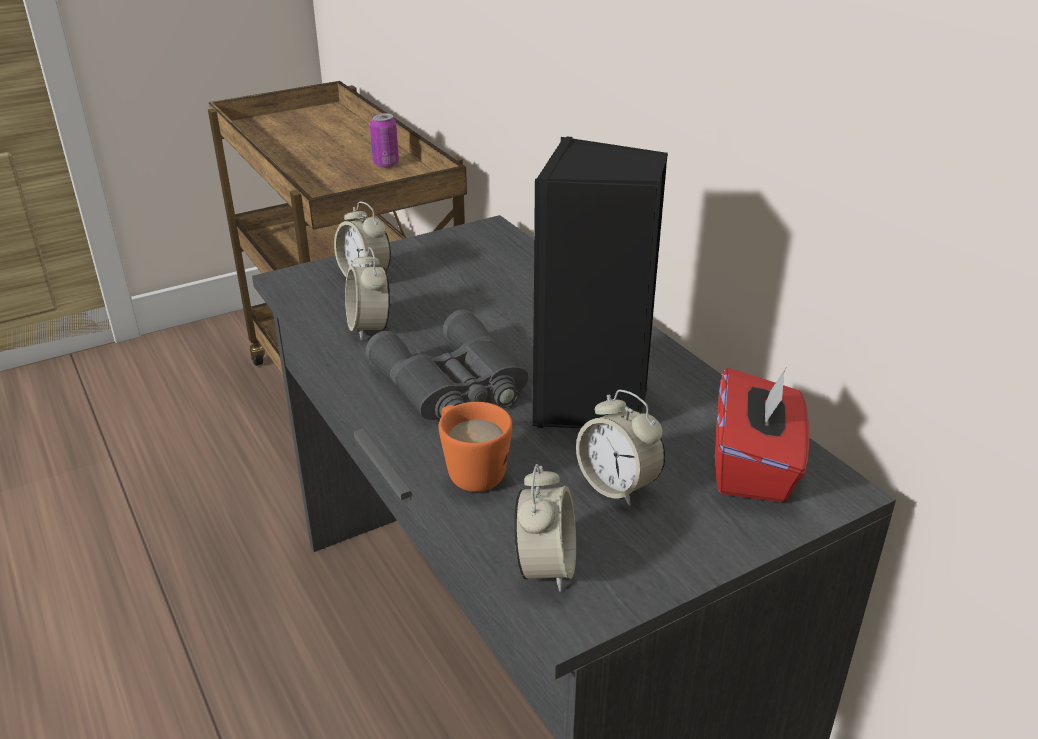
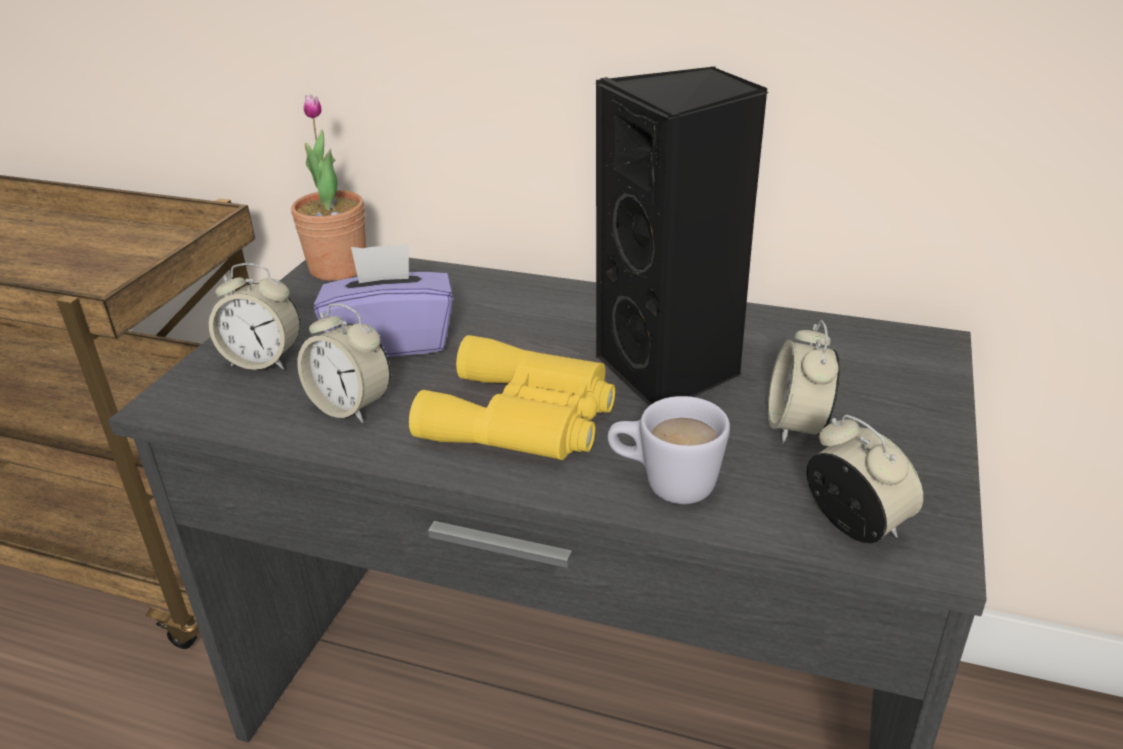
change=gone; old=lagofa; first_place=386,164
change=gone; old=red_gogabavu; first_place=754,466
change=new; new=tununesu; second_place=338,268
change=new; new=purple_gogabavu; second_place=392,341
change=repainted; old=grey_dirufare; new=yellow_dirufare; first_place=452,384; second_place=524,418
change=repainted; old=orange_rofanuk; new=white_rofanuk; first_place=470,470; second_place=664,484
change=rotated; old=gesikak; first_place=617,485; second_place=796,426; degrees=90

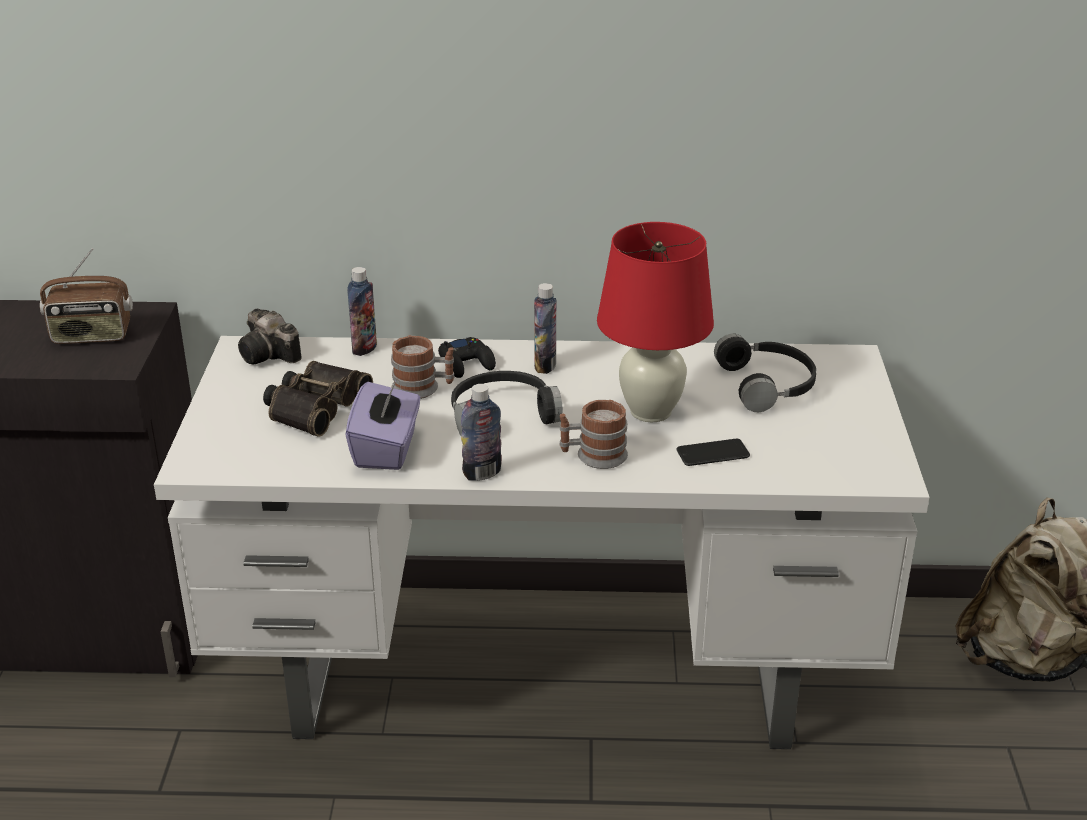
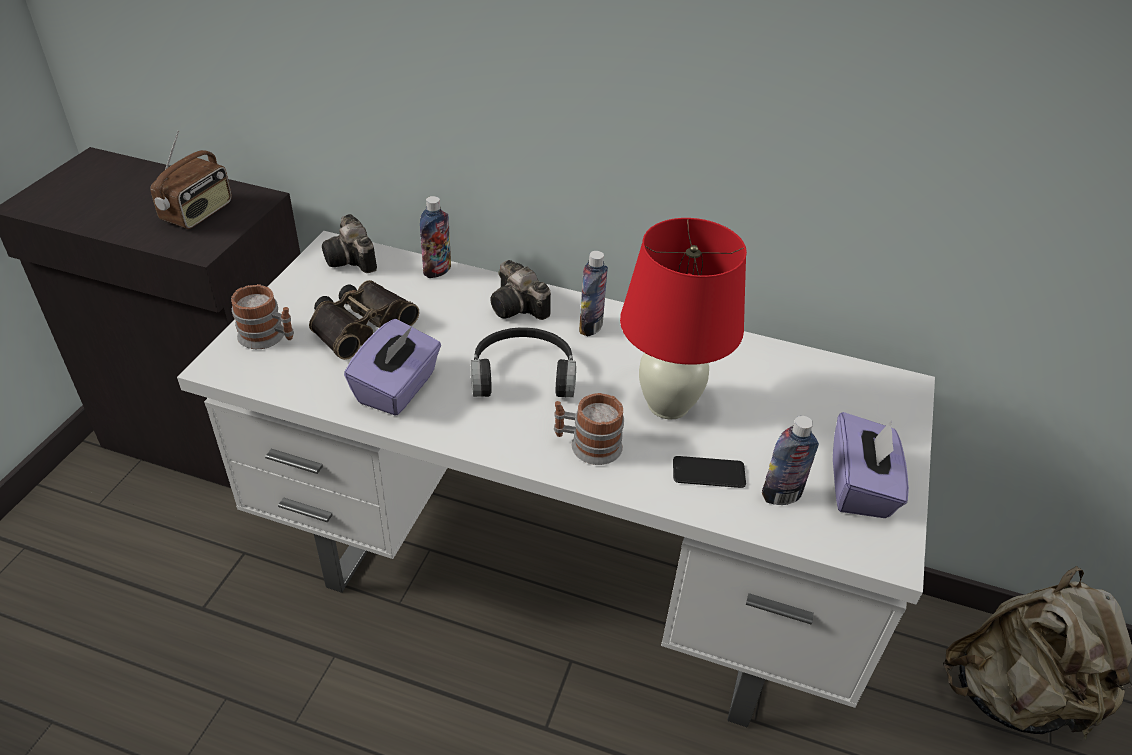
change=gone; old=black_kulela; first_place=768,385
change=new; new=purple_gogabavu; second_place=860,486
change=shifted; old=rofanuk; first_place=423,388; second_place=268,337
change=shifted; old=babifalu; first_place=482,473; second_place=781,495
change=swapped; old=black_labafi; new=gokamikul; first_place=467,363; second_place=519,308
change=rotated; old=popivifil; first_place=91,336; second_place=198,213; degrees=-75

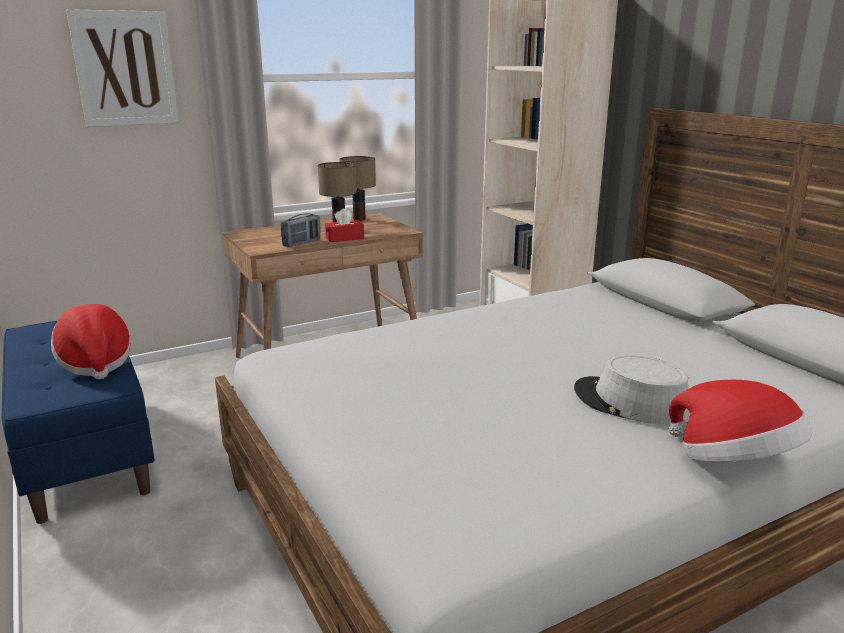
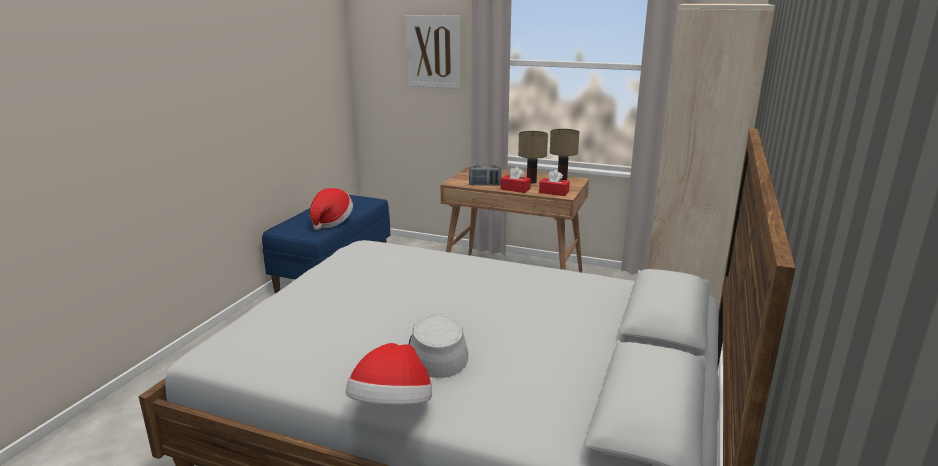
change=new; new=red_gogabavu; second_place=554,192

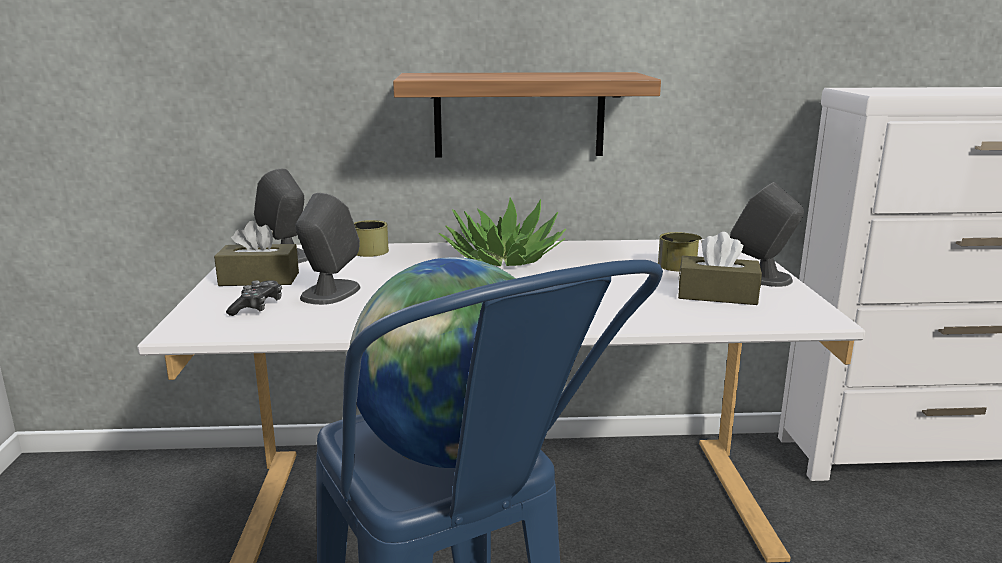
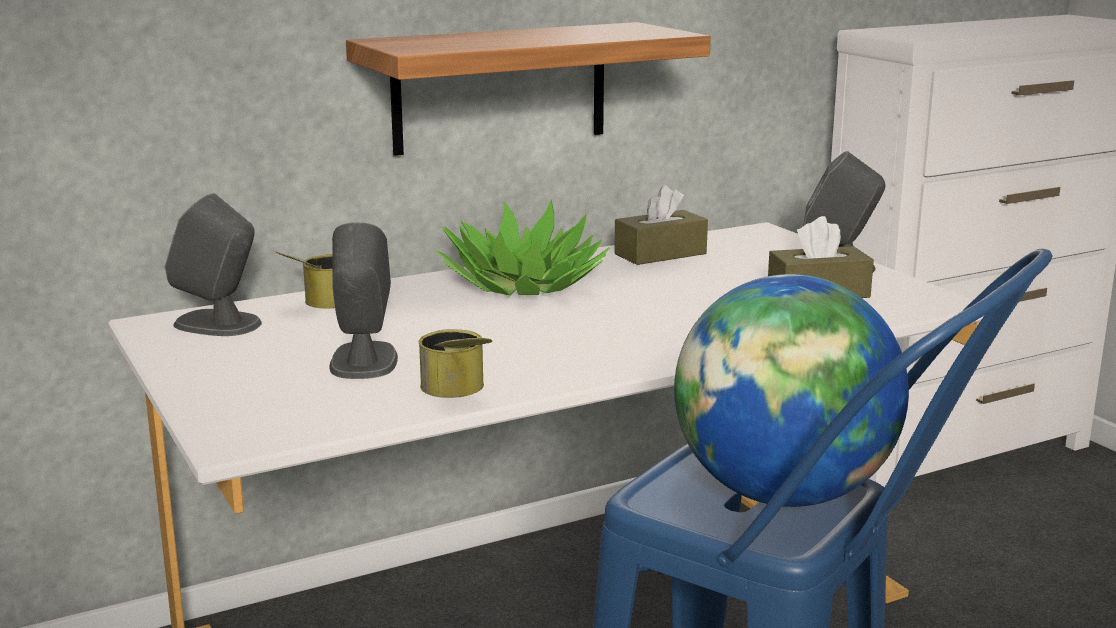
change=gone; old=labafi; first_place=257,307
change=shifted; old=brown_gogabavu; first_place=259,279; second_place=660,254
change=shifted; old=lagofa; first_place=677,269; second_place=456,393

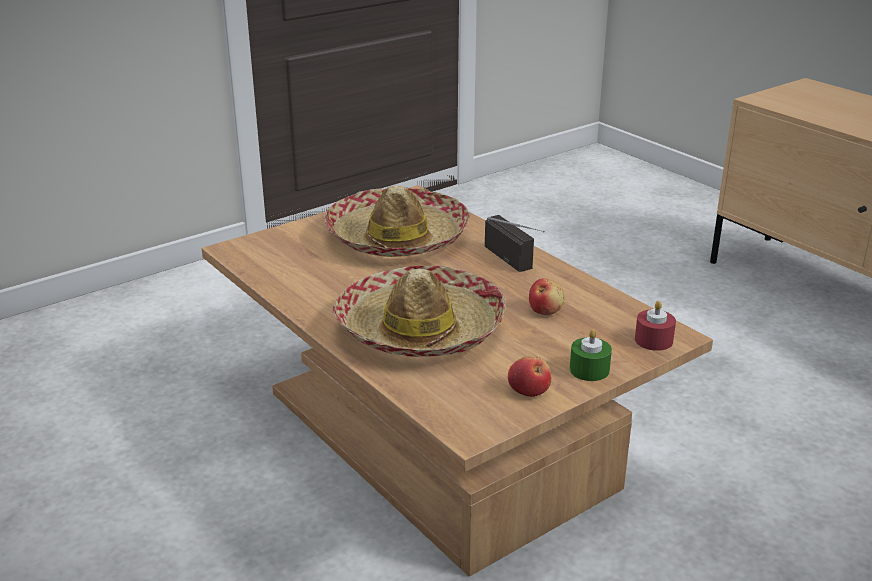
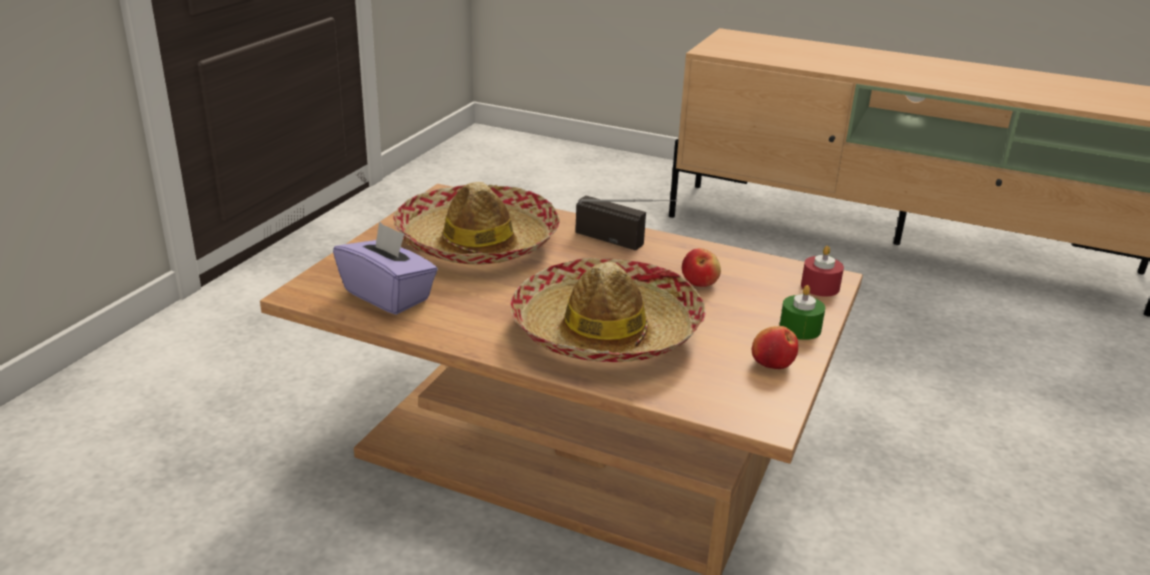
change=new; new=purple_gogabavu; second_place=388,295

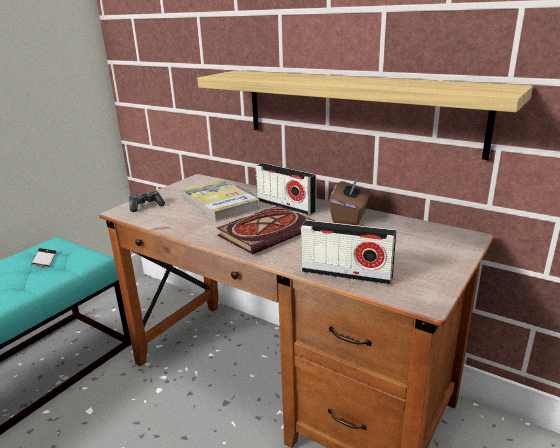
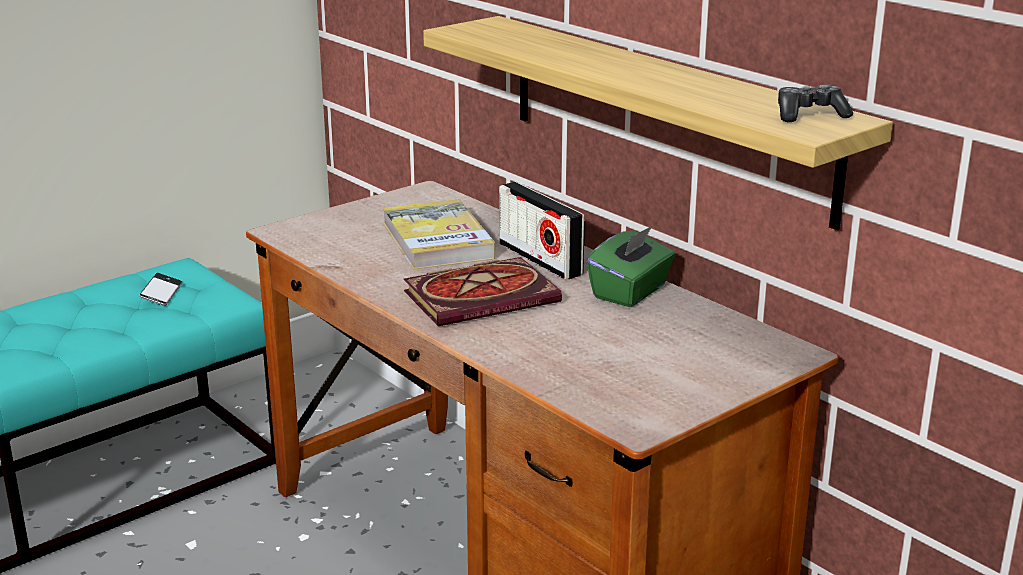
change=gone; old=popivifil; first_place=346,274
change=shifted; old=labafi; first_place=146,206; second_place=809,115
change=repainted; old=brown_gogabavu; new=green_gogabavu; first_place=350,216; second_place=631,292

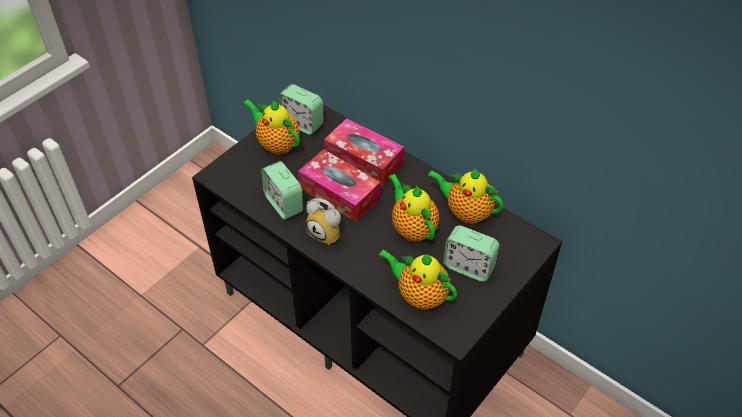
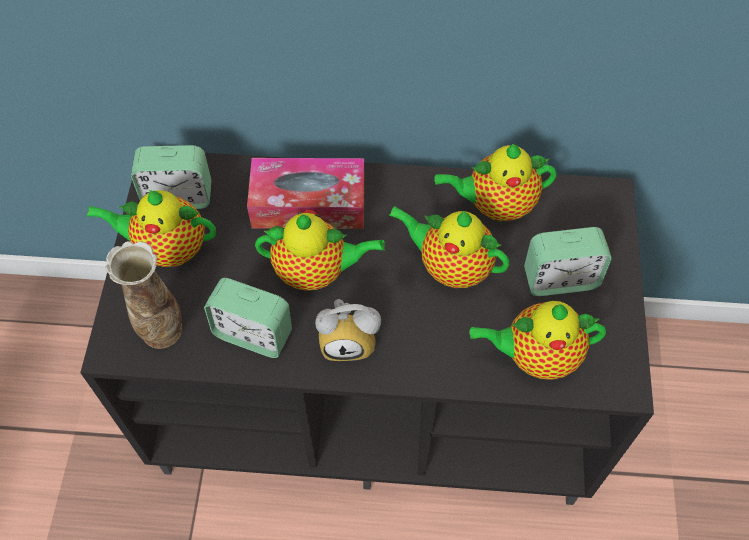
change=new; new=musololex; second_place=162,331
change=swapped; old=gogabavu; new=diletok; first_place=339,193; second_place=316,272

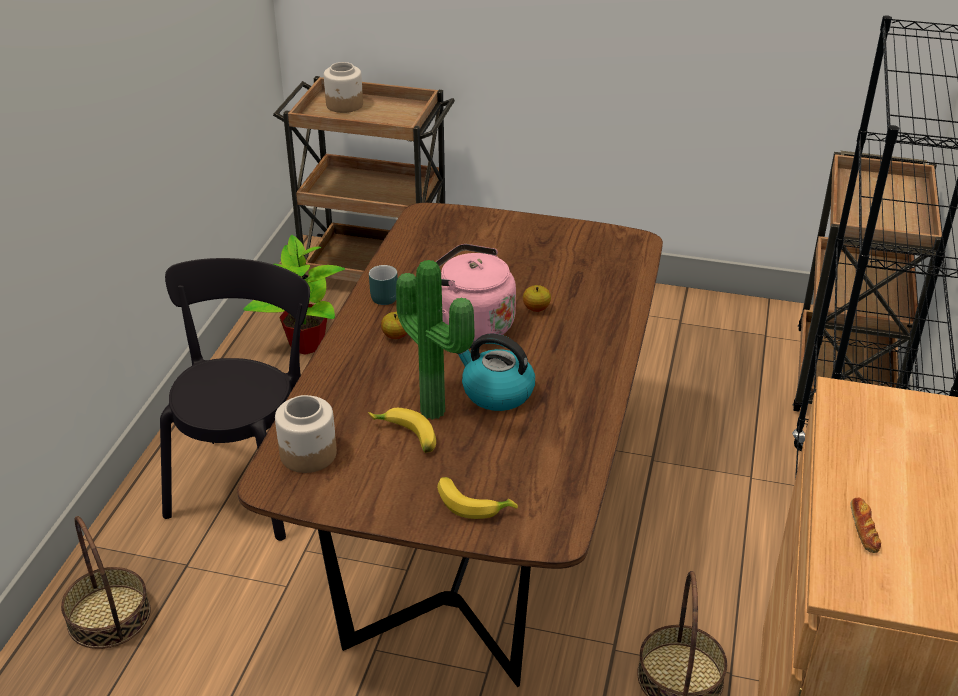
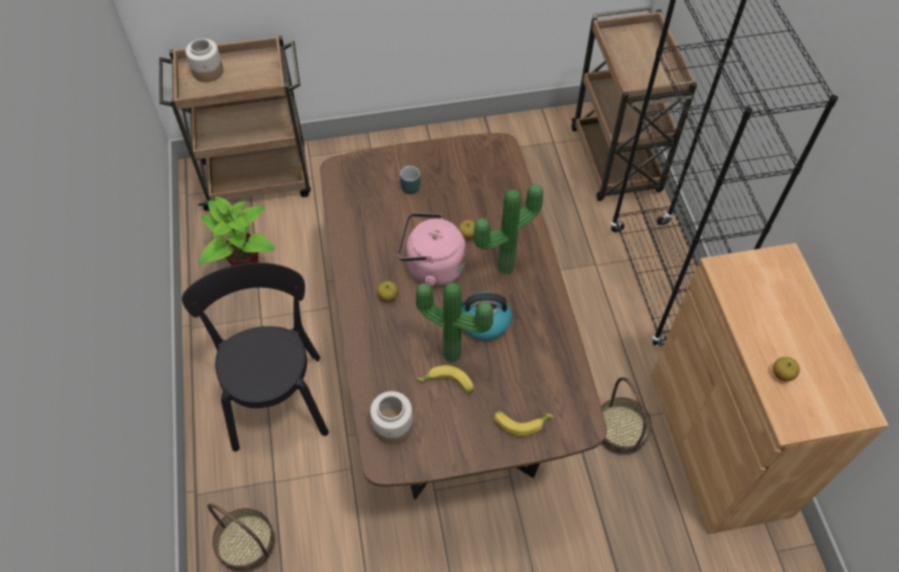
change=new; new=tununesu; second_place=503,265
change=shifted; old=turquoise_rofanuk; first_place=382,296; second_place=408,186
change=swapped; old=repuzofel; new=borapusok; first_place=863,528; second_place=782,374

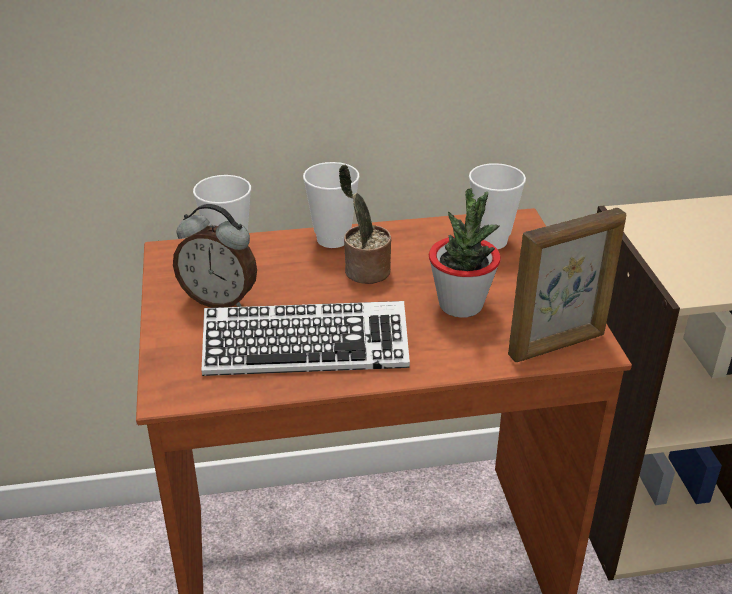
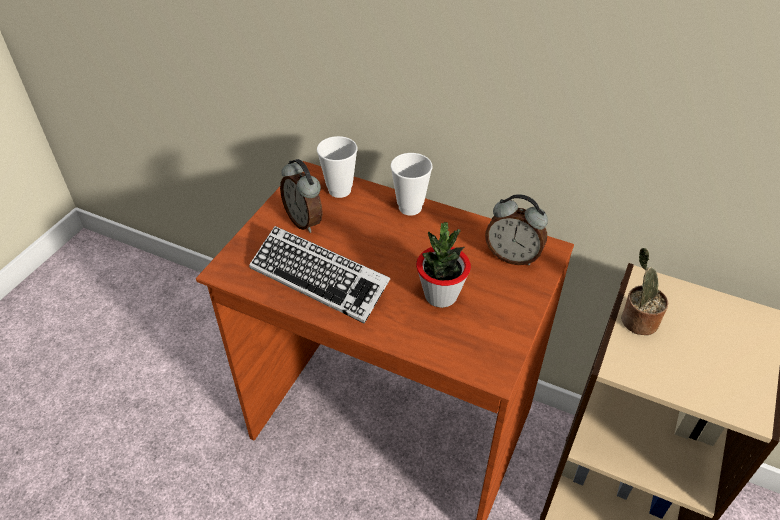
change=gone; old=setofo; first_place=558,345
change=shifted; old=tununesu; first_place=364,272; second_place=636,320
change=swapped; old=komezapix; new=gesikak; first_place=491,241; second_place=512,256

